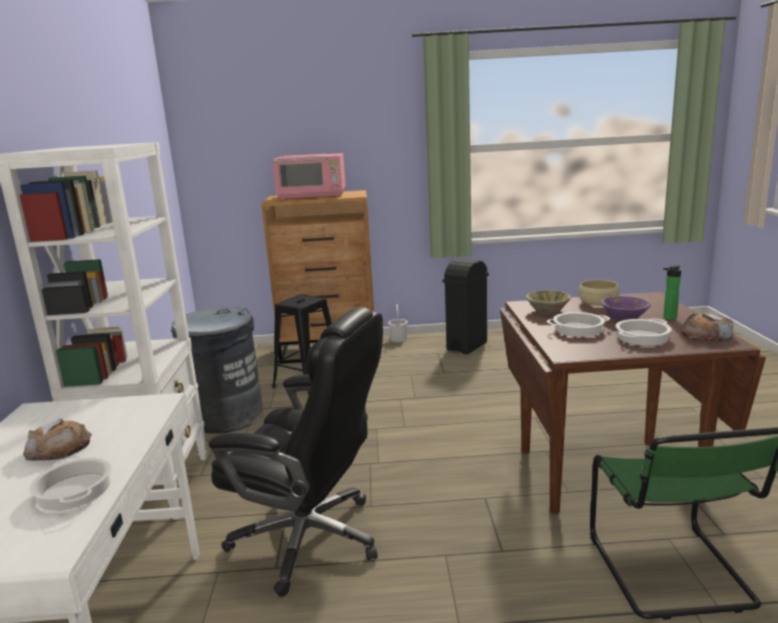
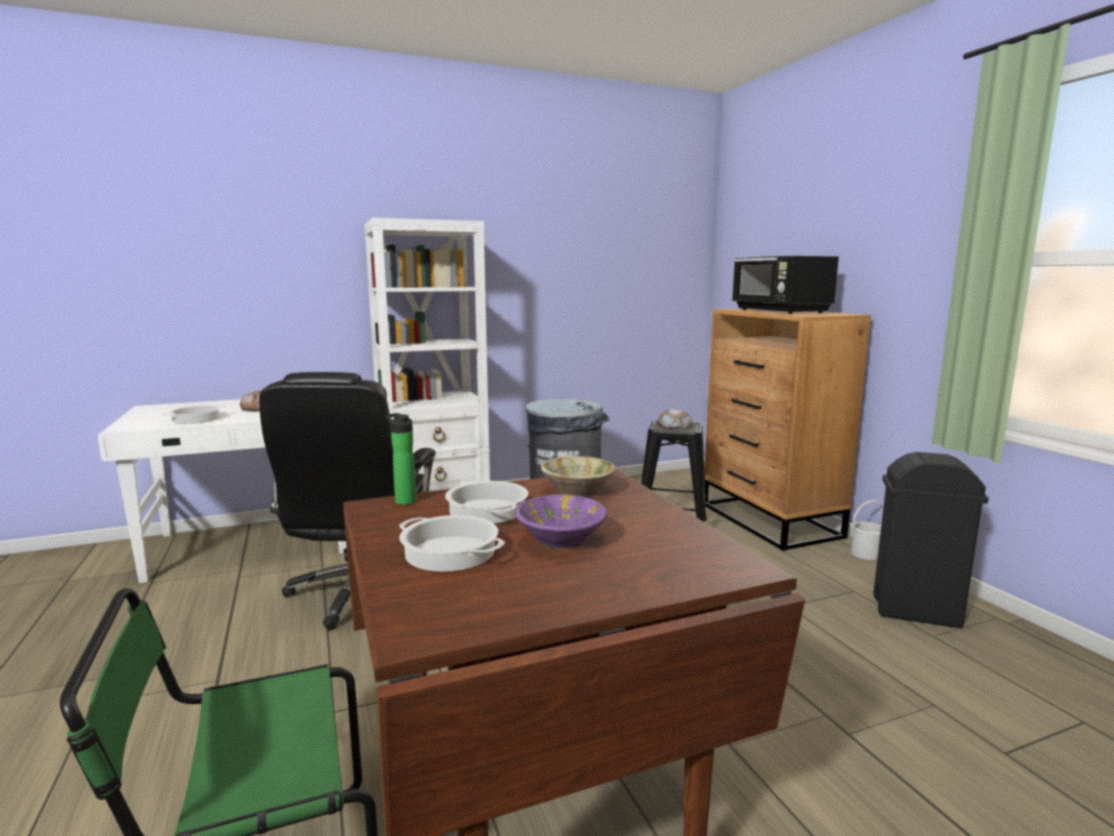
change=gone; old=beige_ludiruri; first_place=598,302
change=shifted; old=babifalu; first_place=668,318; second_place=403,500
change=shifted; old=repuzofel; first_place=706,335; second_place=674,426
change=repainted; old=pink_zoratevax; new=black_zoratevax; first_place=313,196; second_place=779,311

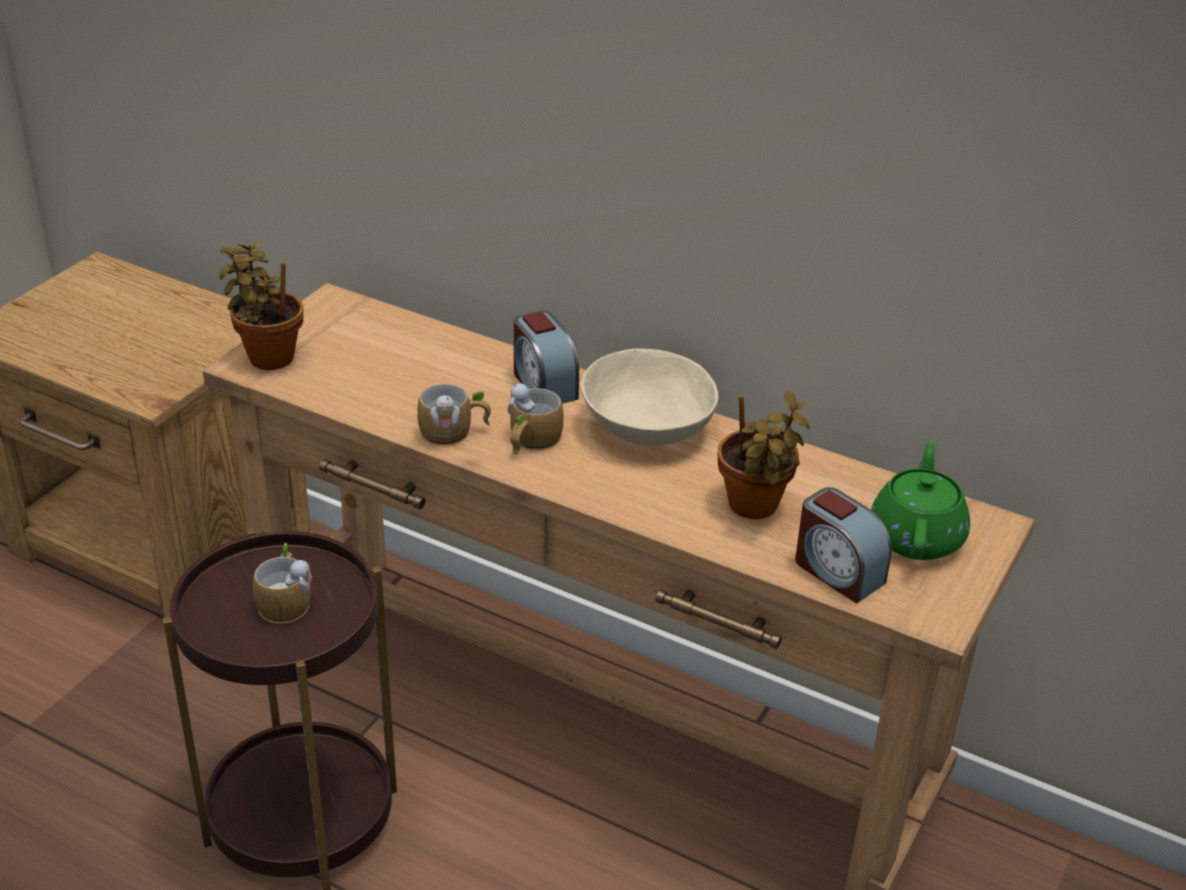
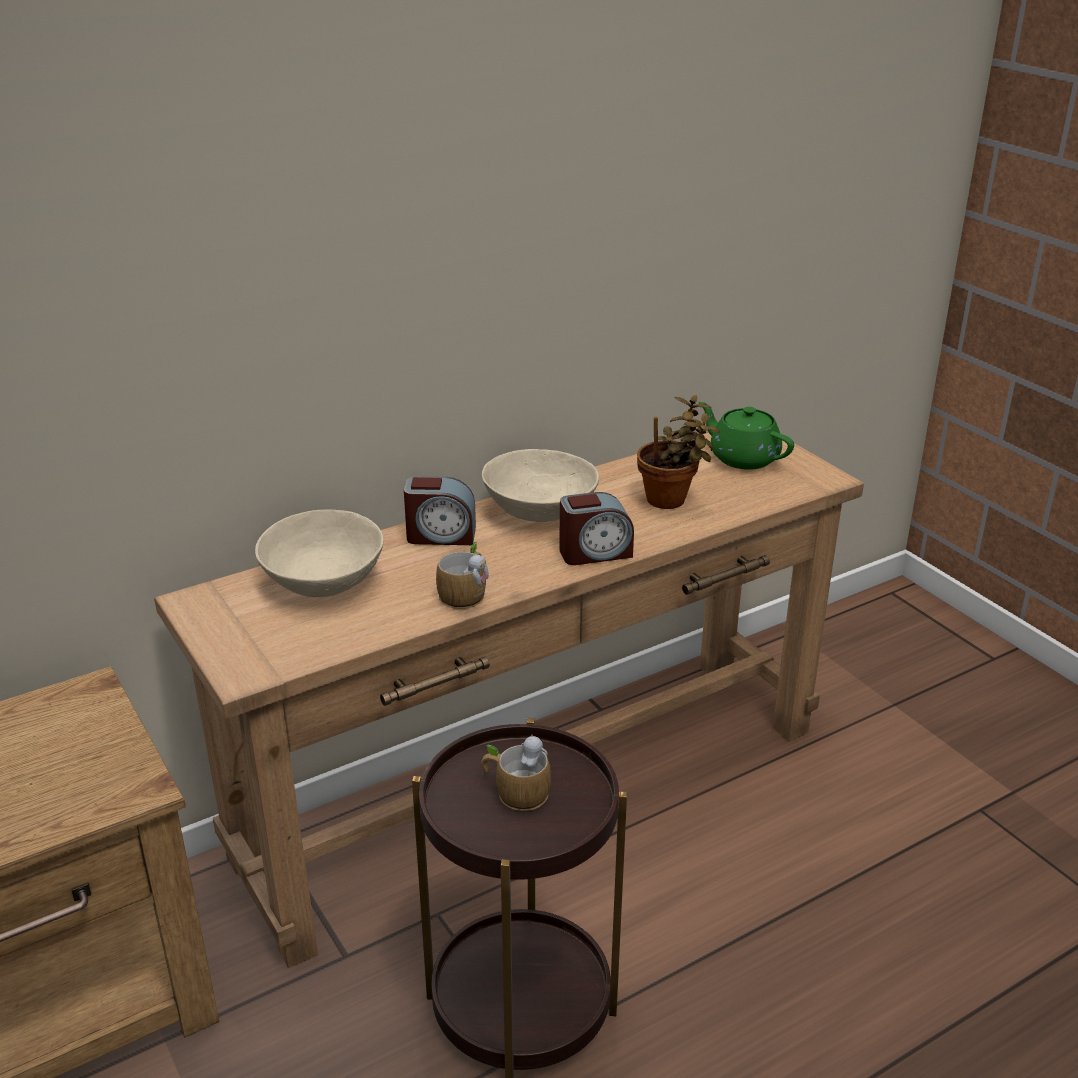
change=gone; old=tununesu; first_place=268,355
change=gone; old=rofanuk; first_place=530,441
change=new; new=beige_ludiruri; second_place=322,581
change=shifted; old=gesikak; first_place=837,572; second_place=595,552

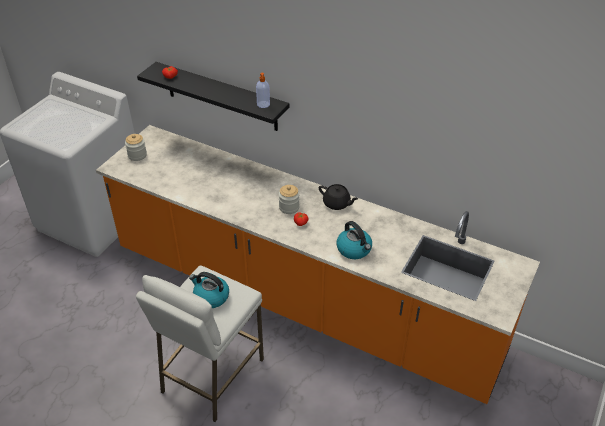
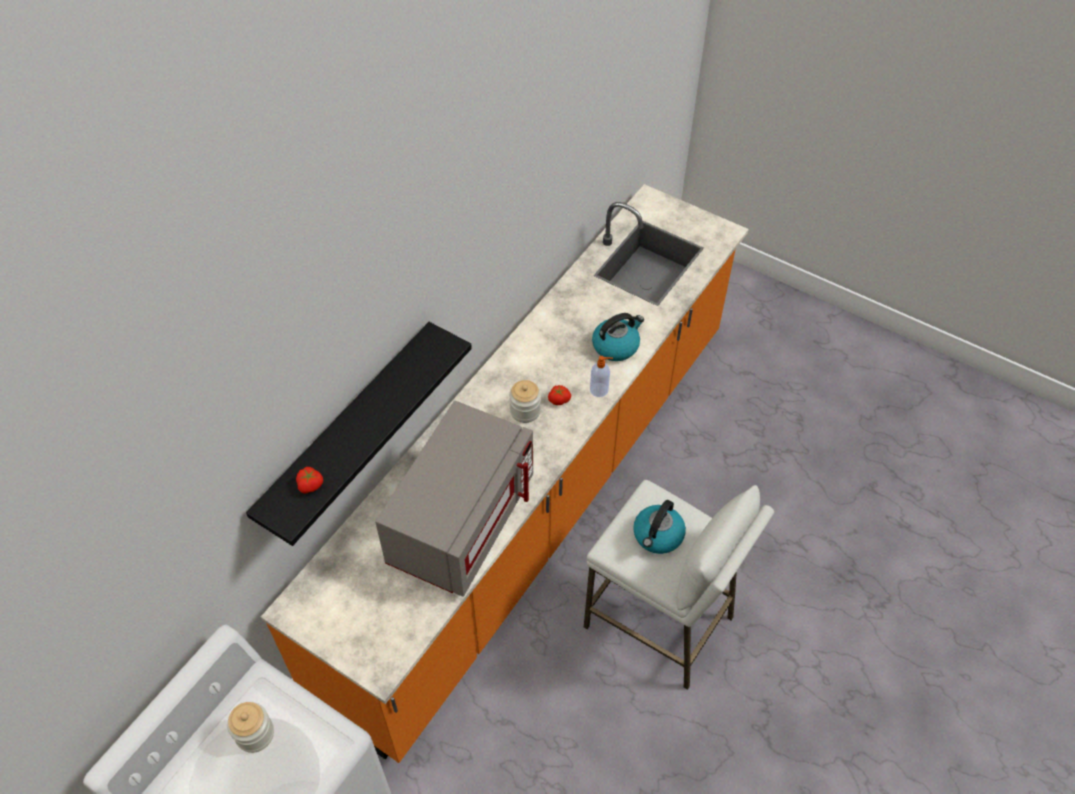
change=gone; old=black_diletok; first_place=337,204
change=new; new=grey_zoratevax; second_place=460,521
change=shifted; old=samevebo; first_place=137,155; second_place=255,734
change=shifted; old=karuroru; first_place=263,104; second_place=600,390

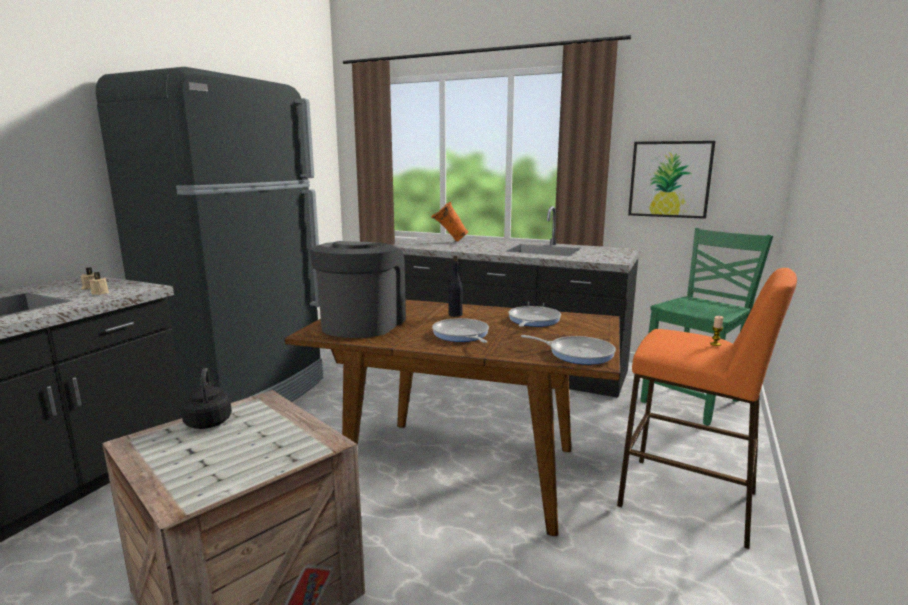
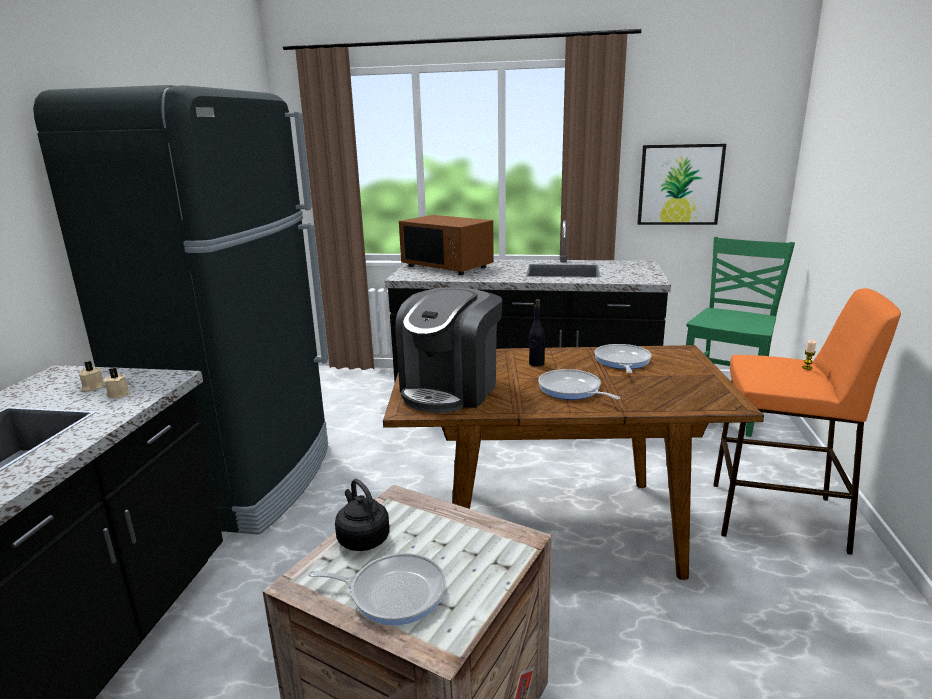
change=shifted; old=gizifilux; first_place=577,353; second_place=393,593
change=swapped; old=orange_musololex; new=brown_zoratevax; first_place=449,241; second_place=447,266
change=rotated; old=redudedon; first_place=362,324; second_place=450,389; degrees=-150

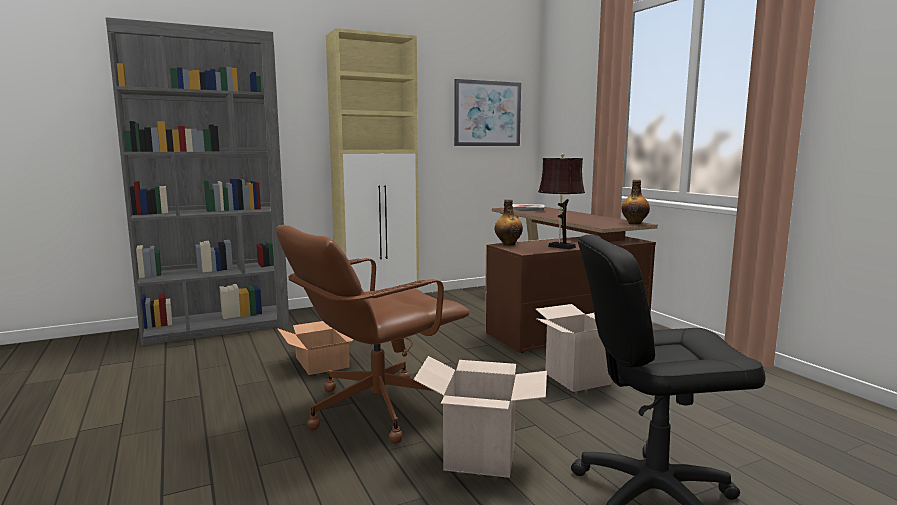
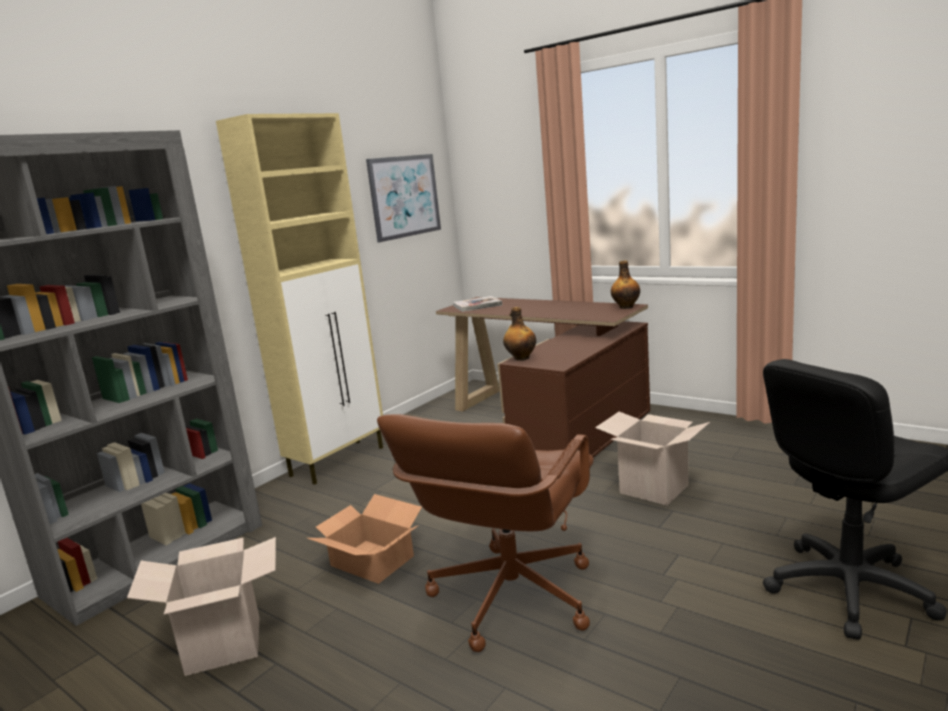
change=gone; old=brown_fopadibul; first_place=559,246
change=shifted; old=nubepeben; first_place=480,457; second_place=224,645

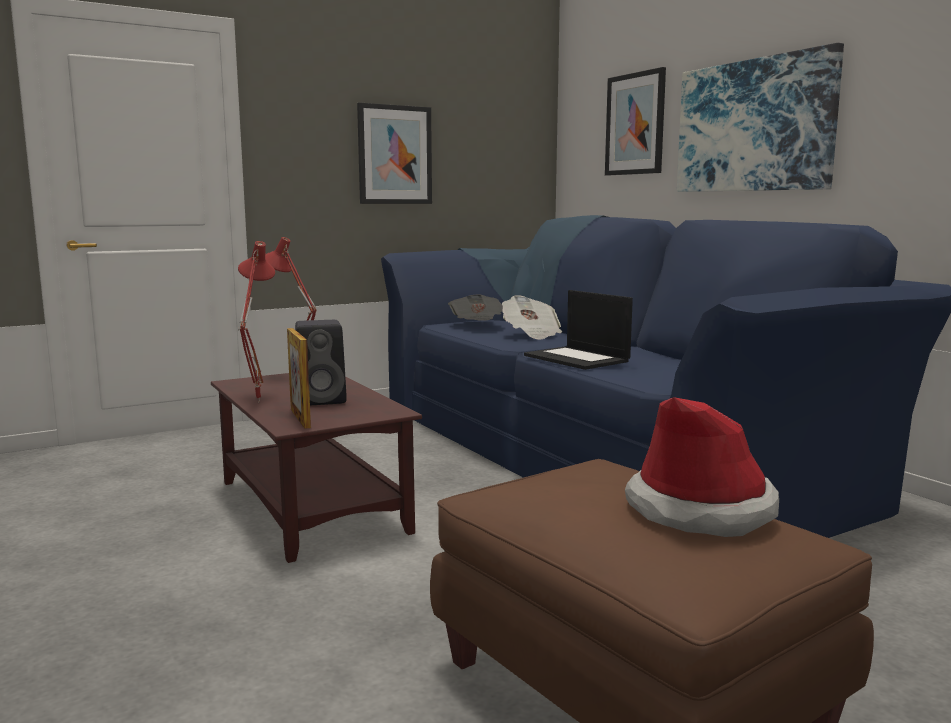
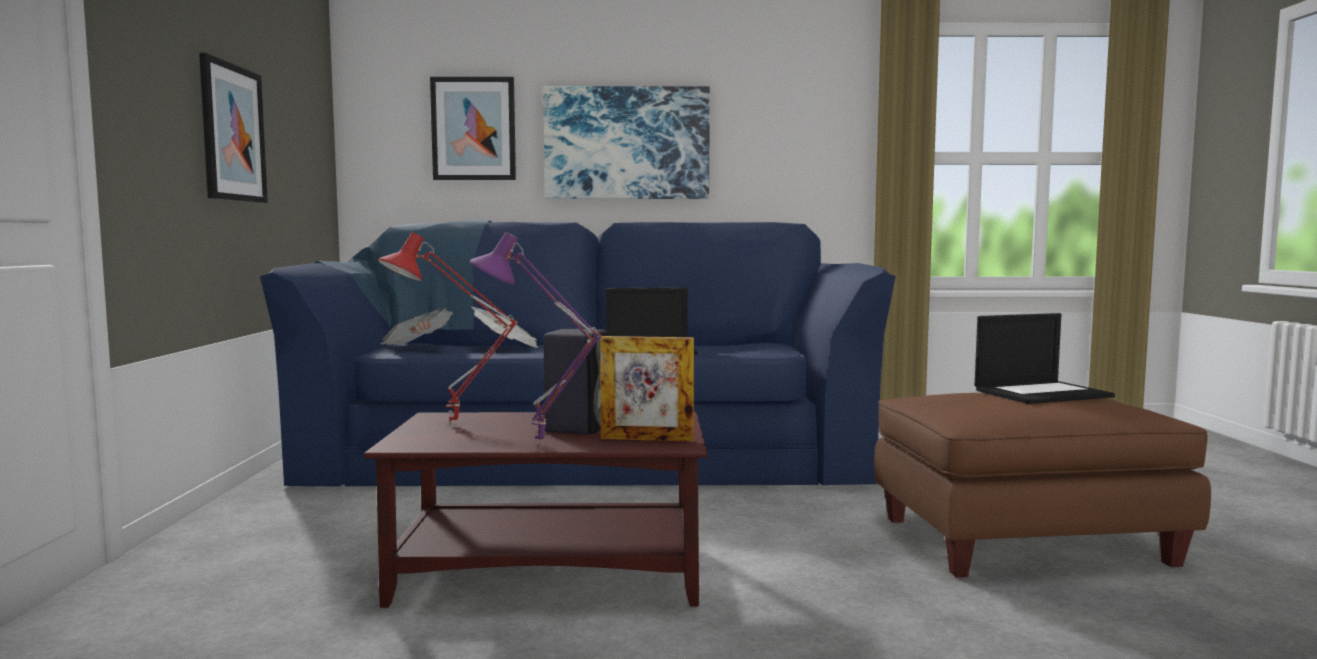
change=swapped; old=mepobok; new=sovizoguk; first_place=699,510; second_place=1042,393
change=repainted; old=red_fopadibul; new=purple_fopadibul; first_place=255,402; second_place=536,445

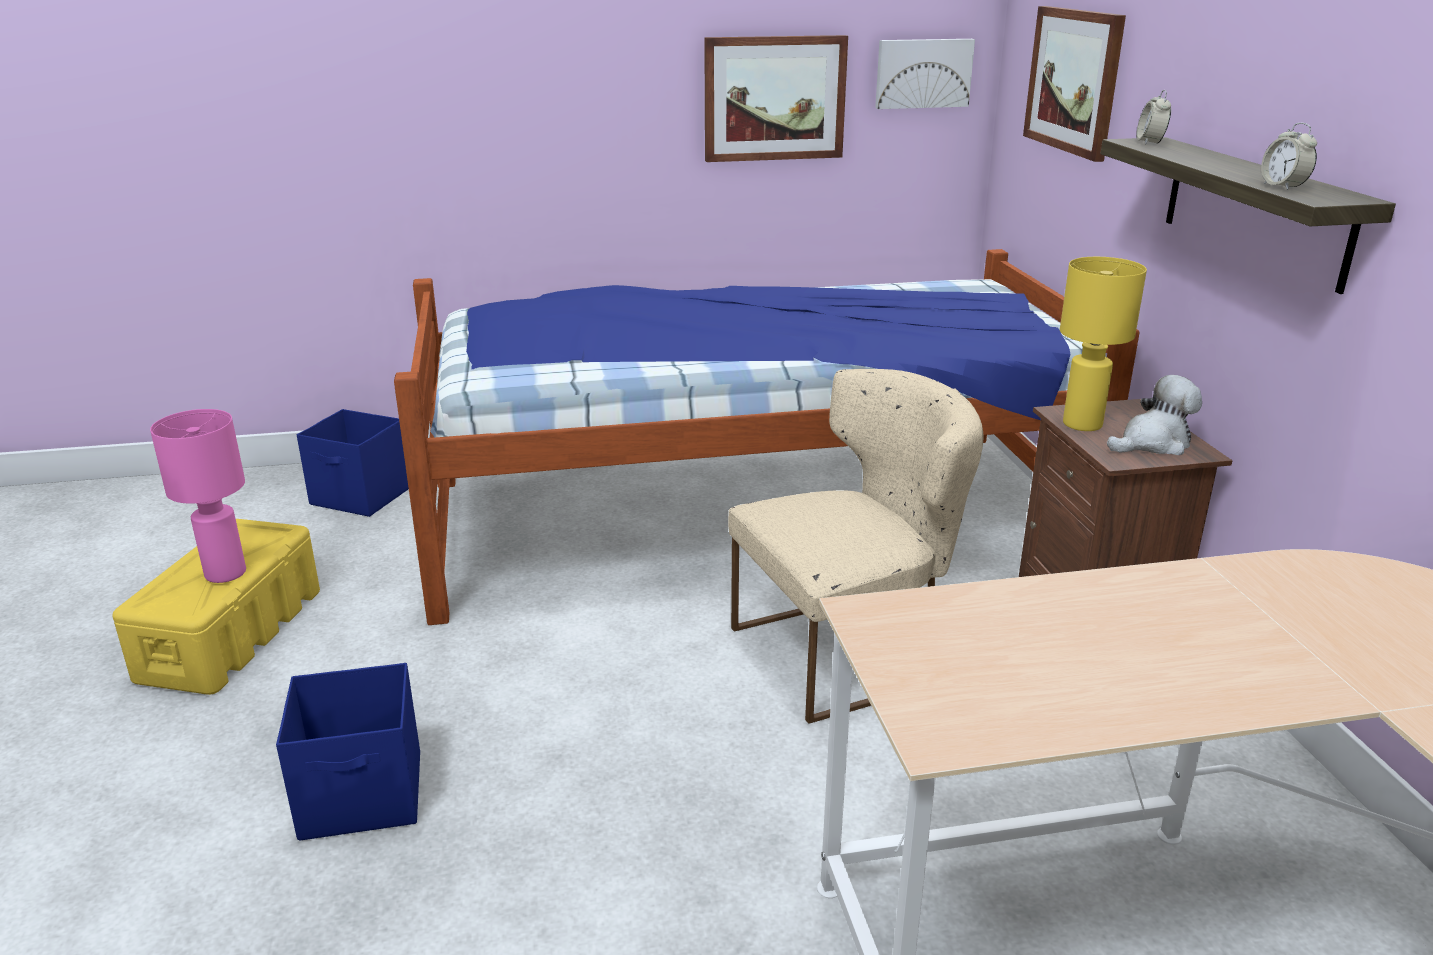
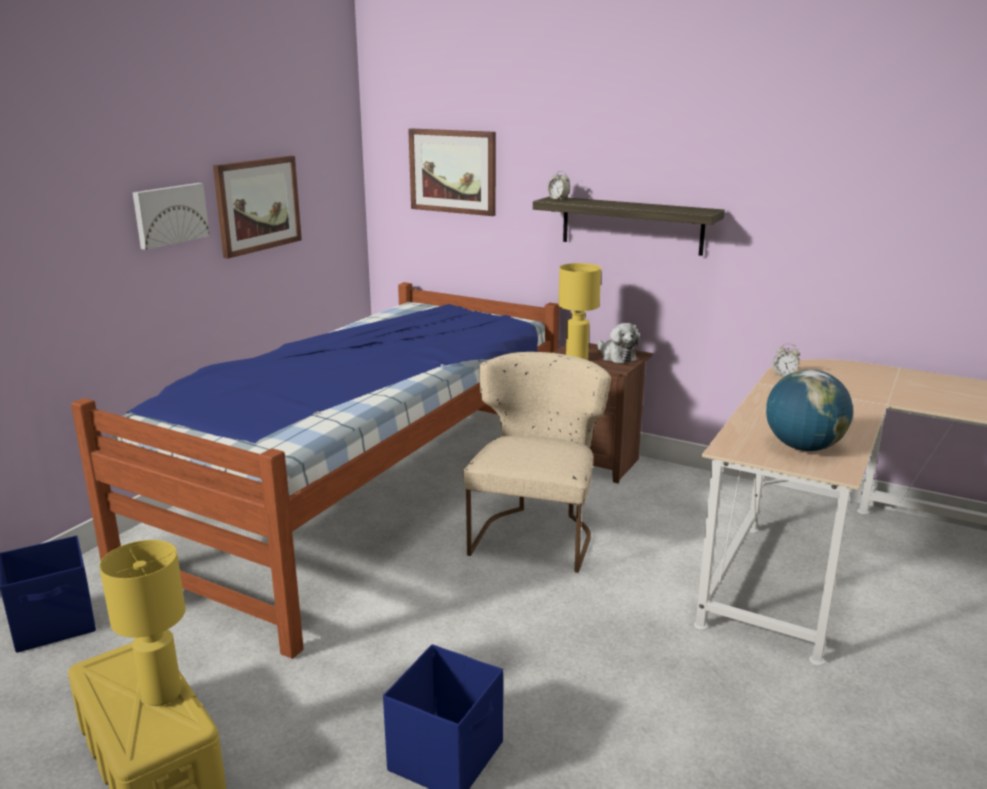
change=new; new=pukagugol; second_place=803,447
change=shifted; old=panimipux; first_place=923,73; second_place=170,214
change=shifted; old=gesikak; first_place=1283,187; second_place=784,375
change=repainted; old=pink_fopadibul; new=yellow_fopadibul; first_place=227,573; second_place=162,693
change=rotated; old=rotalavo; first_place=1153,443; second_place=616,356; degrees=135

